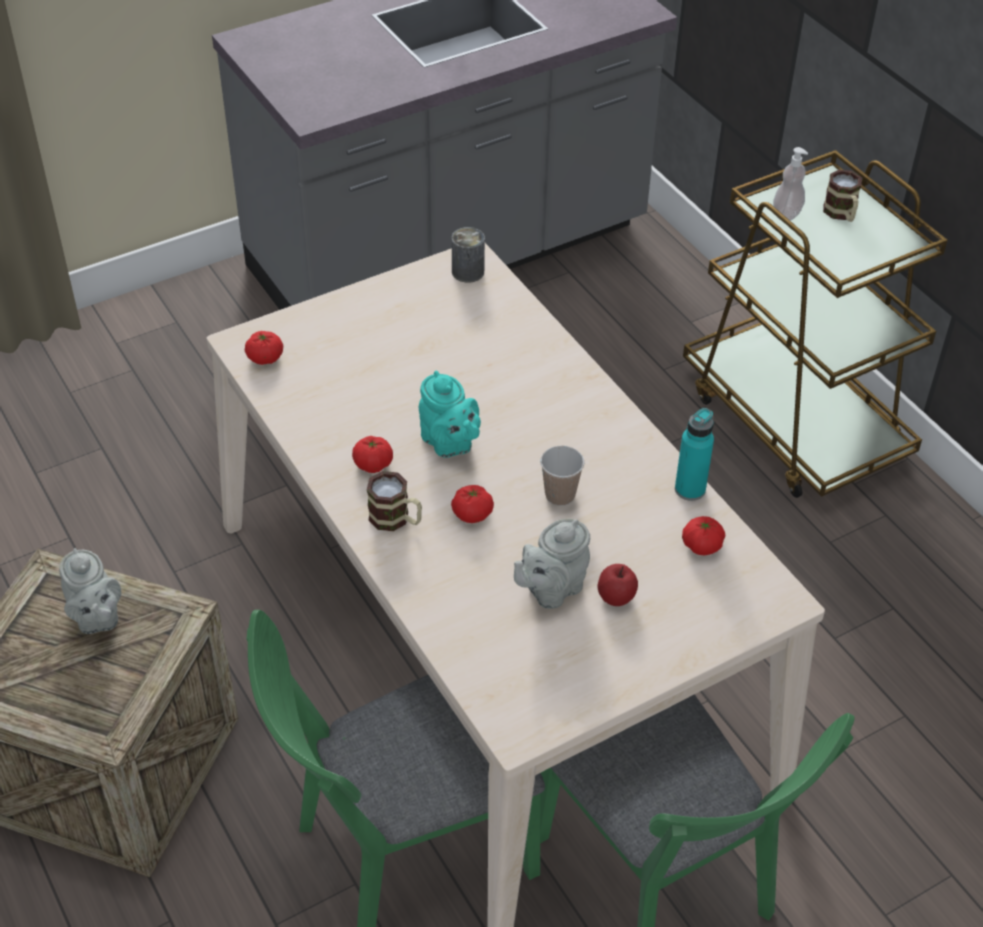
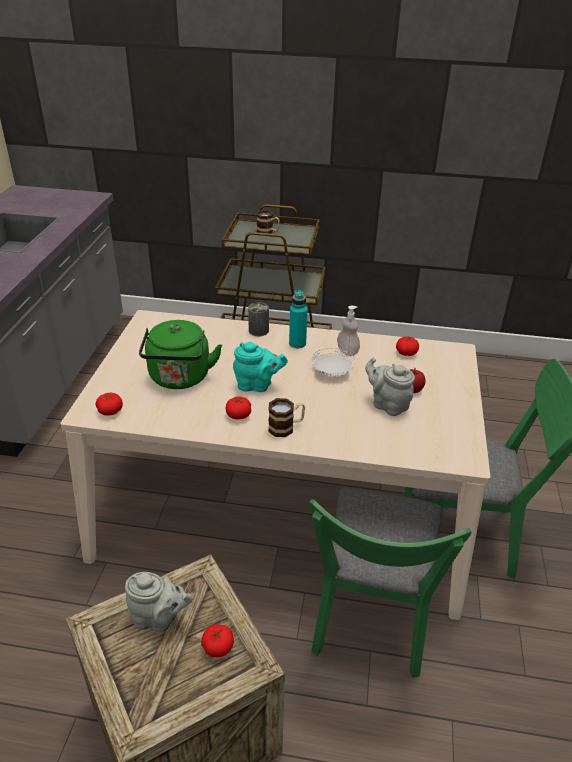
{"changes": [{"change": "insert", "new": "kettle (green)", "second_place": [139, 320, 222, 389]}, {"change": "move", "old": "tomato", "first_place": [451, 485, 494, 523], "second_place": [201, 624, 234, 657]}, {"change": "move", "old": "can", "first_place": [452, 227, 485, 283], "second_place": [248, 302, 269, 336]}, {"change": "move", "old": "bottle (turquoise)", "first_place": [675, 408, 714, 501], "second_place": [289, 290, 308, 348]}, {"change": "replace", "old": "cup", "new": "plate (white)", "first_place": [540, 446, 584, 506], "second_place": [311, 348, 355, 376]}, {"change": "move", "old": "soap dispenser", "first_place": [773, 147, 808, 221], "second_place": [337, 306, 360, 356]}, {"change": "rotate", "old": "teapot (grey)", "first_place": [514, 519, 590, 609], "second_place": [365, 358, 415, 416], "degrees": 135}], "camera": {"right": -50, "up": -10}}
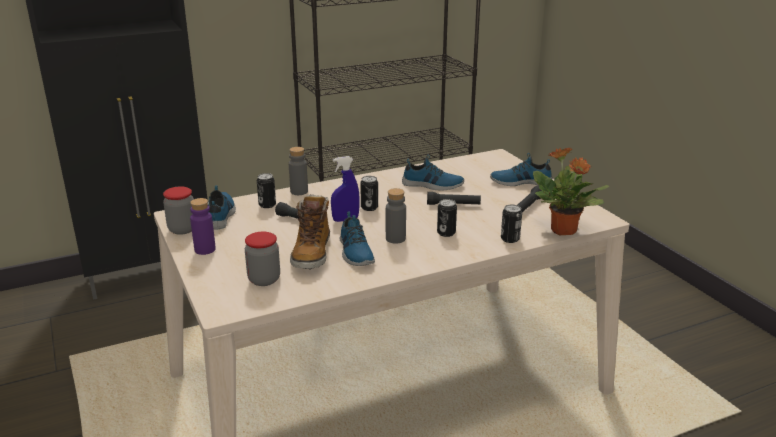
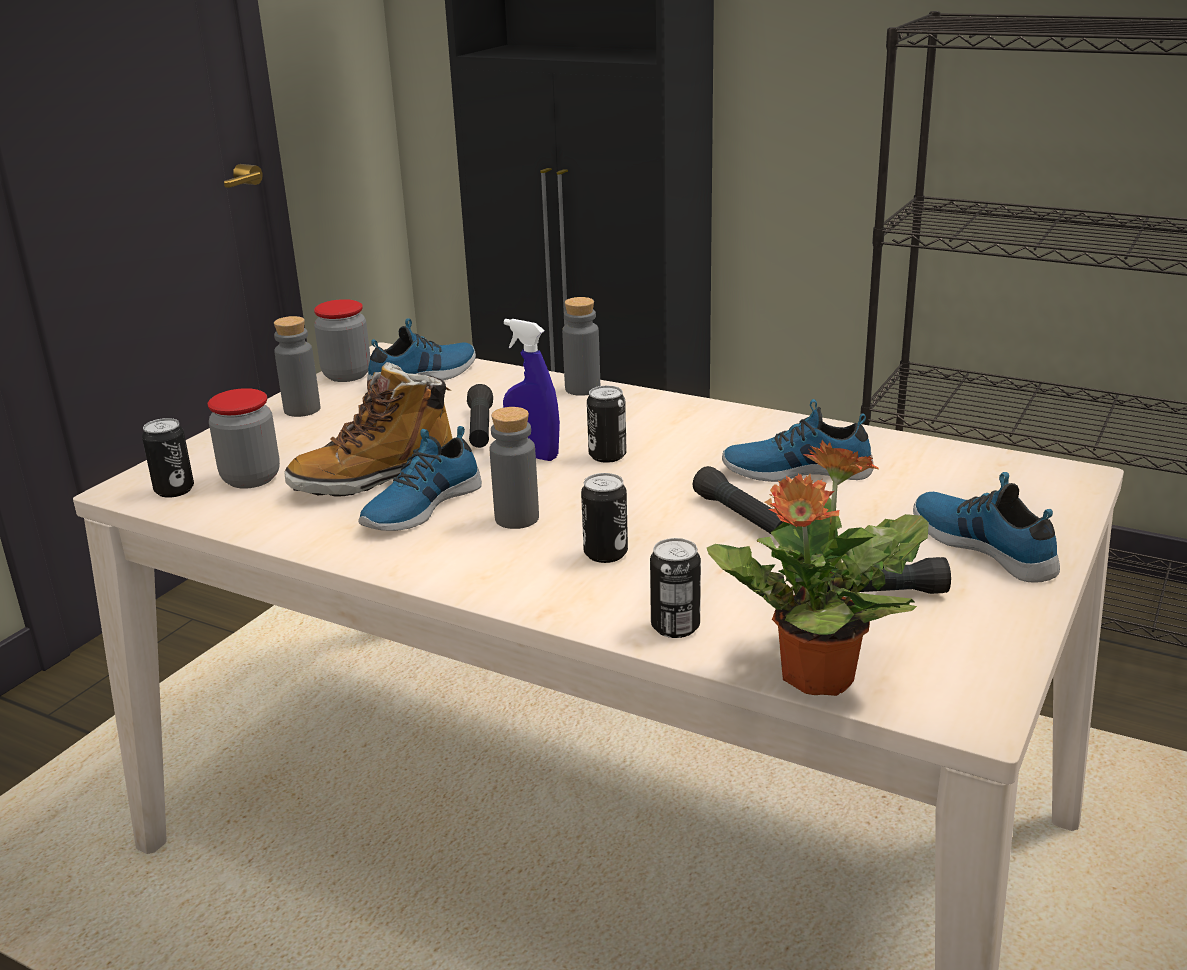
{"changes": [{"change": "move", "old": "can", "first_place": [257, 173, 276, 208], "second_place": [142, 418, 194, 498]}, {"change": "recolor", "old": "bottle (purple)", "new": "bottle (grey)", "first_place": [190, 198, 216, 255], "second_place": [274, 316, 320, 417]}, {"change": "rotate", "old": "shoe", "first_place": [402, 155, 464, 191], "second_place": [722, 399, 874, 482], "degrees": 120}], "camera": {"right": 55, "up": 0}}
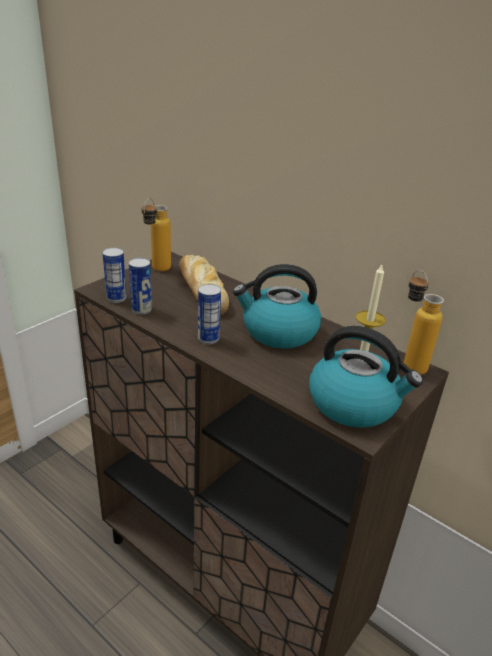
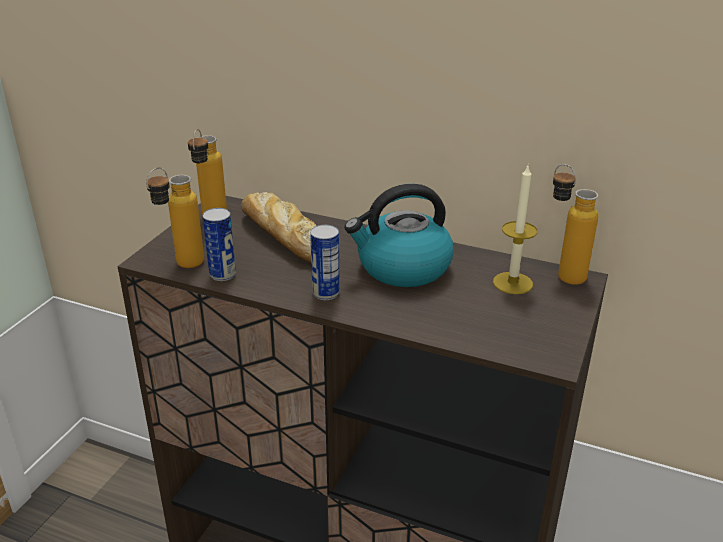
{"changes": [{"change": "replace", "old": "can", "new": "bottle", "first_place": [102, 248, 127, 303], "second_place": [146, 167, 204, 268]}, {"change": "delete", "old": "kettle", "first_place": [309, 326, 423, 428]}], "camera": {"right": -15, "up": 0}}
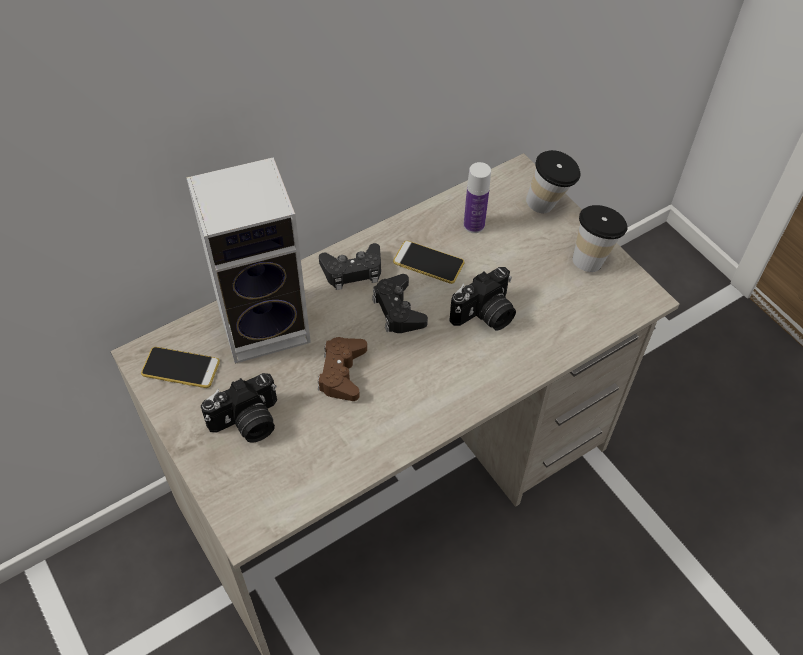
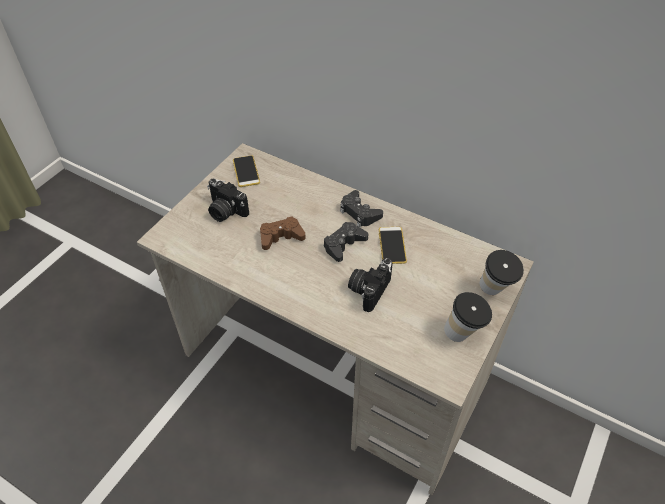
{"changes": [{"change": "rotate", "old": "photo camera", "first_place": [449, 267, 516, 331], "second_place": [348, 258, 393, 312], "degrees": 90}, {"change": "delete", "old": "speaker", "first_place": [186, 157, 311, 364]}, {"change": "delete", "old": "bottle", "first_place": [463, 162, 491, 233]}], "camera": {"right": 65, "up": -5}}
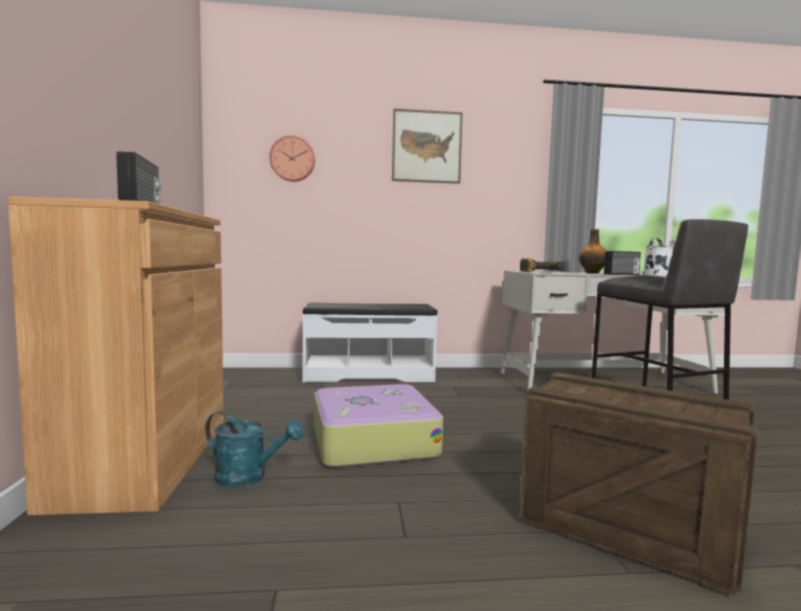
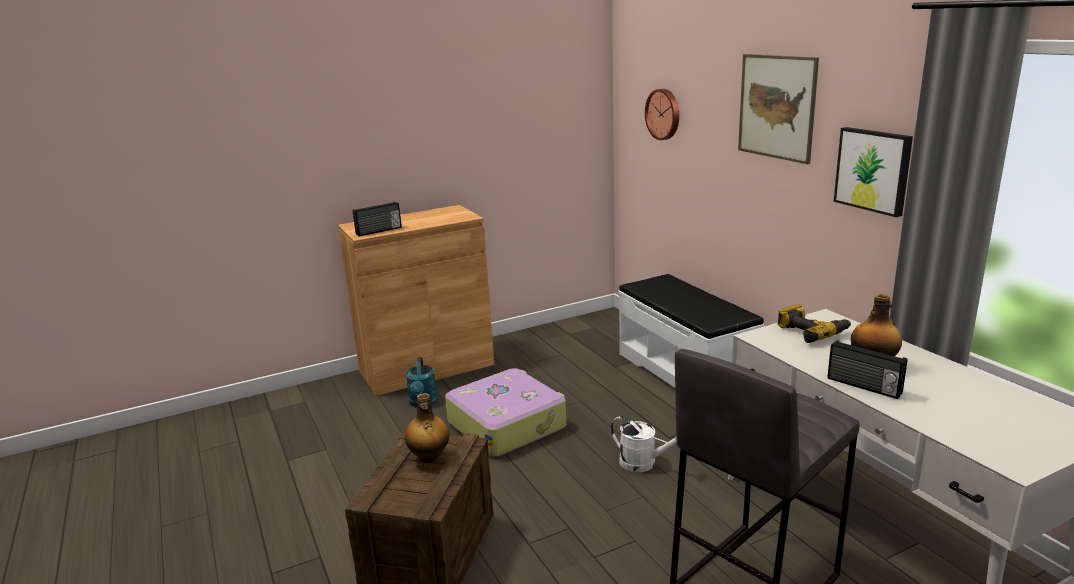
{"changes": [{"change": "insert", "new": "bottle", "second_place": [405, 393, 449, 463]}, {"change": "move", "old": "watering can (white)", "first_place": [642, 238, 676, 276], "second_place": [611, 416, 677, 472]}, {"change": "insert", "new": "picture", "second_place": [834, 127, 913, 217]}], "camera": {"right": 70, "up": 15}}
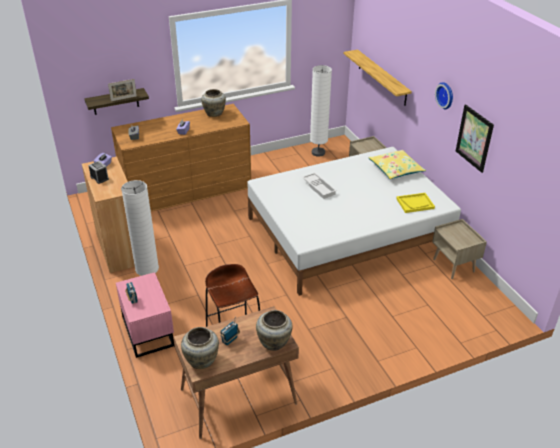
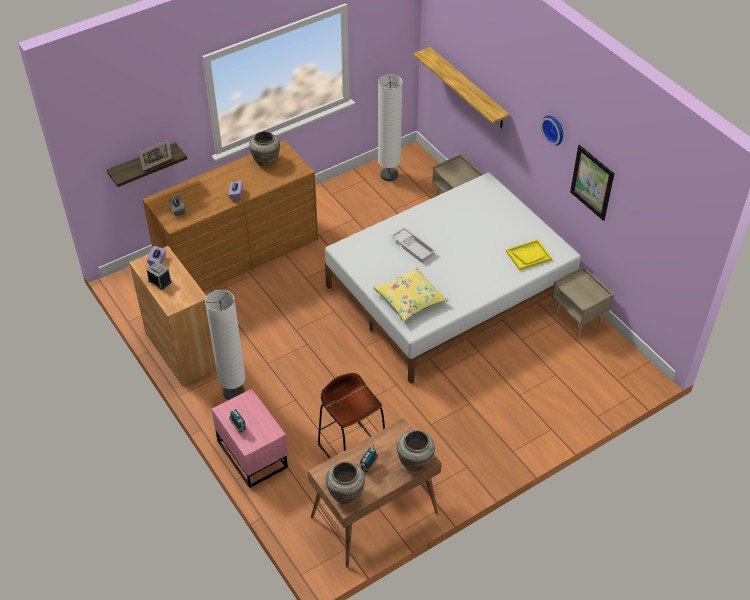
{"changes": [{"change": "move", "old": "pillow (yellow)", "first_place": [368, 150, 426, 179], "second_place": [373, 267, 448, 322]}], "camera": {"right": -10, "up": 10}}
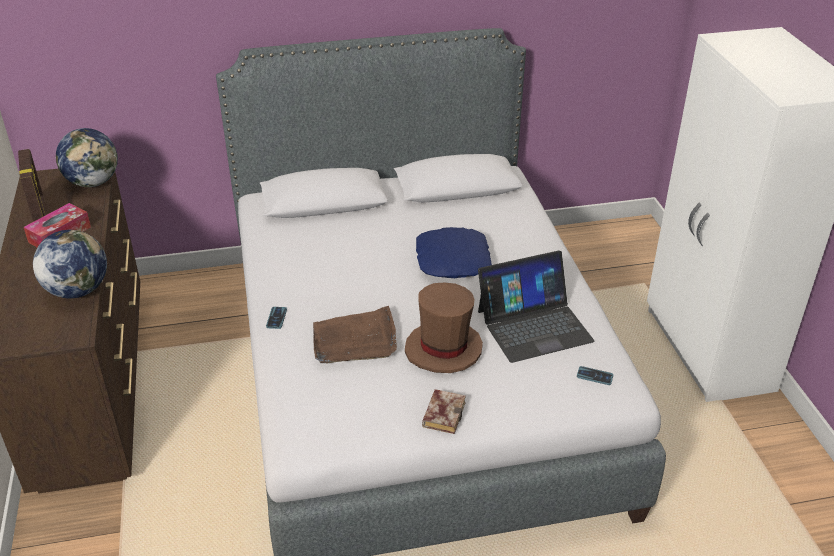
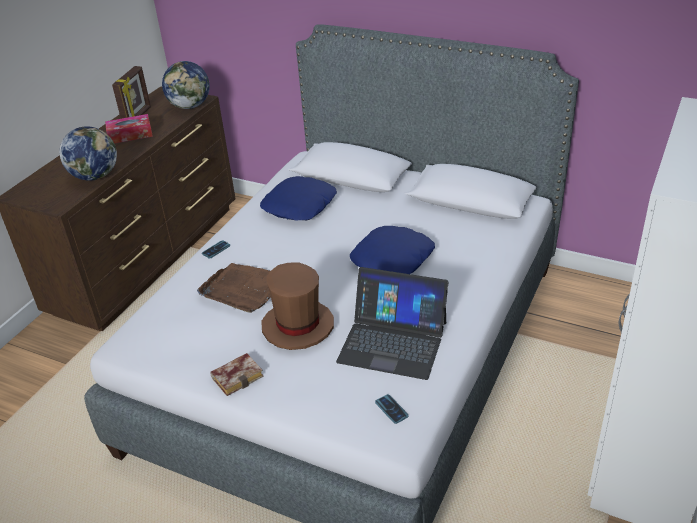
{"changes": [{"change": "insert", "new": "pillow (blue)", "second_place": [260, 176, 337, 221]}], "camera": {"right": 40, "up": 0}}
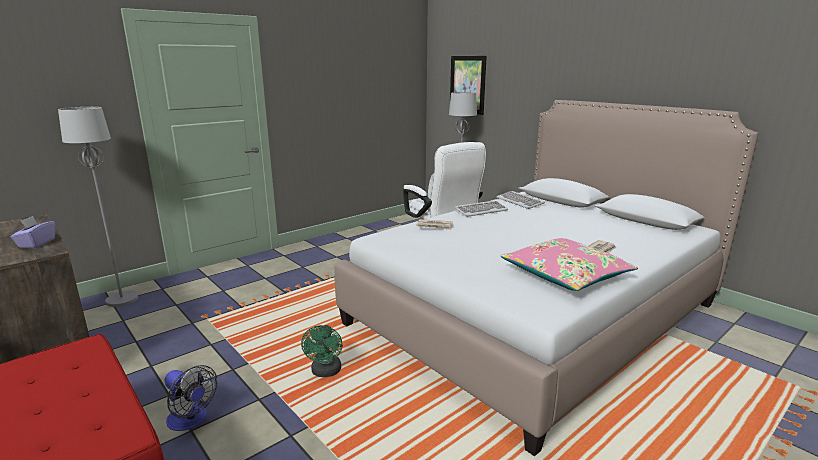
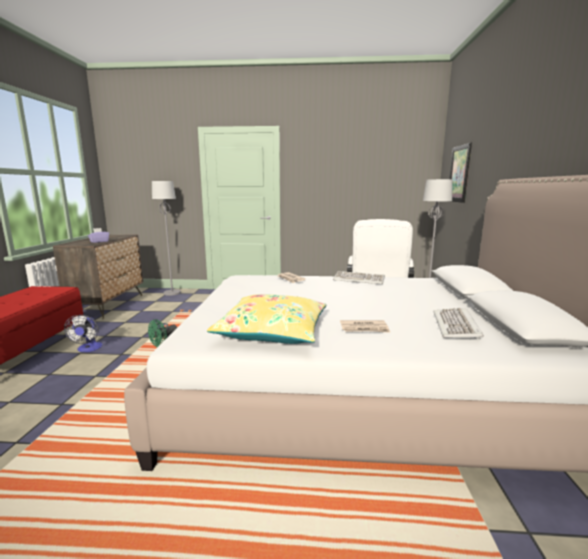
{"changes": [{"change": "recolor", "old": "pillow (pink)", "new": "pillow (yellow)", "first_place": [501, 238, 638, 291], "second_place": [207, 294, 326, 344]}, {"change": "move", "old": "keyboard", "first_place": [496, 191, 545, 209], "second_place": [433, 308, 484, 339]}], "camera": {"right": 45, "up": -5}}
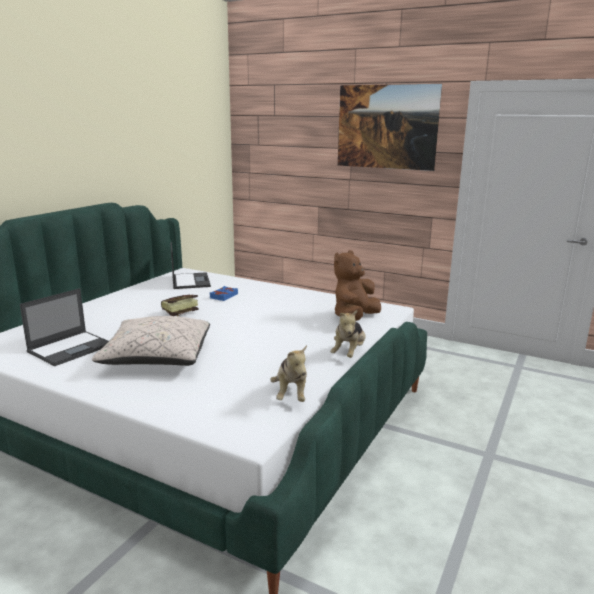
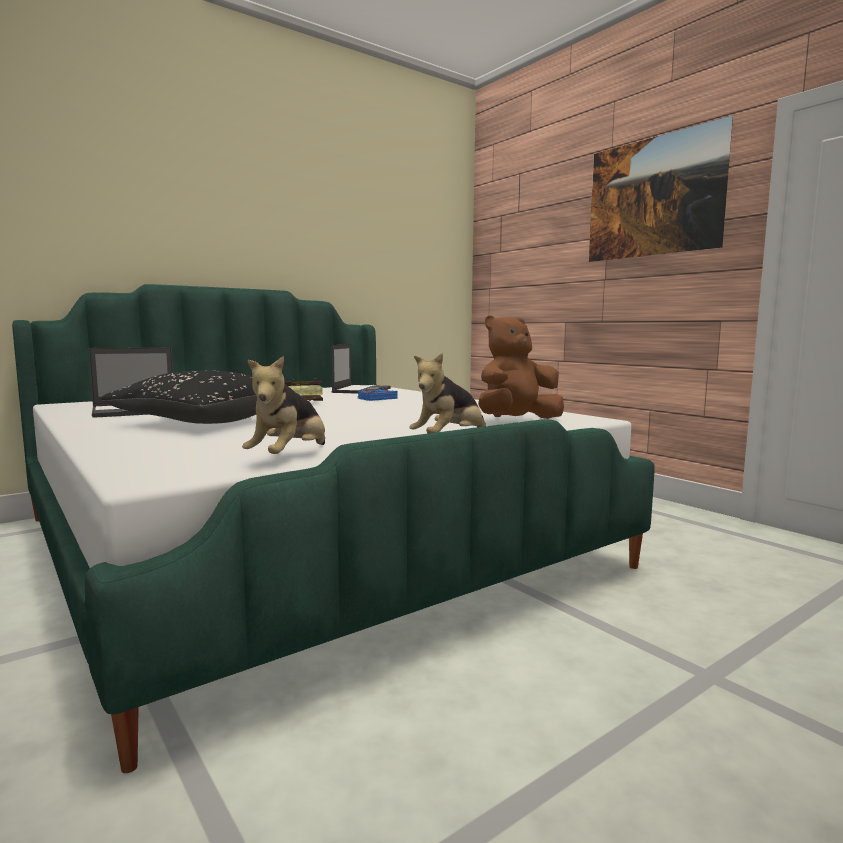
{"changes": [{"change": "recolor", "old": "pillow (beige)", "new": "pillow (black)", "first_place": [92, 316, 210, 366], "second_place": [101, 370, 257, 424]}], "camera": {"right": 25, "up": -10}}
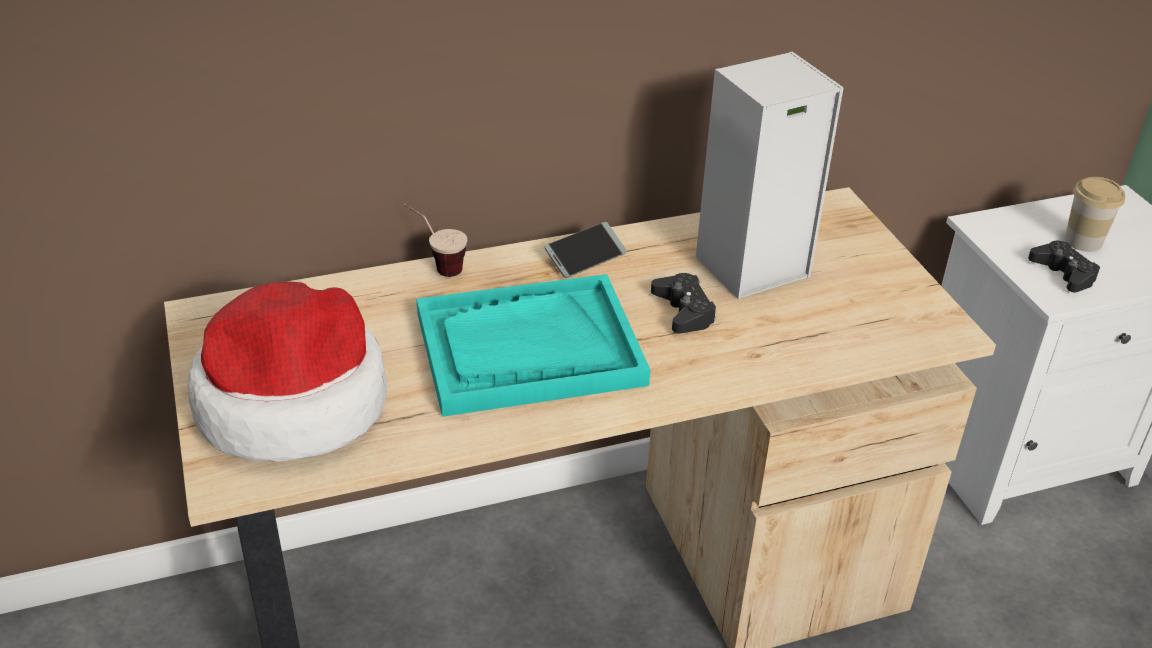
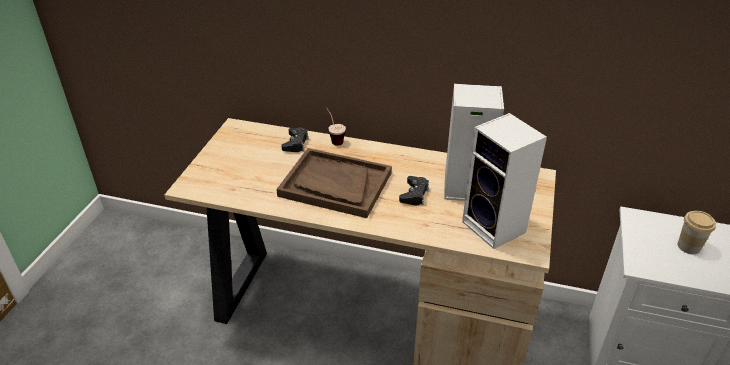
{"changes": [{"change": "recolor", "old": "tray (turquoise)", "new": "tray (brown)", "first_place": [416, 274, 650, 417], "second_place": [276, 148, 392, 218]}, {"change": "move", "old": "game controller (black)", "first_place": [1028, 241, 1100, 292], "second_place": [281, 128, 309, 152]}, {"change": "insert", "new": "speaker", "second_place": [462, 113, 547, 249]}, {"change": "delete", "old": "hat", "first_place": [188, 282, 387, 462]}, {"change": "delete", "old": "phone", "first_place": [544, 222, 627, 278]}], "camera": {"right": 35, "up": 0}}
